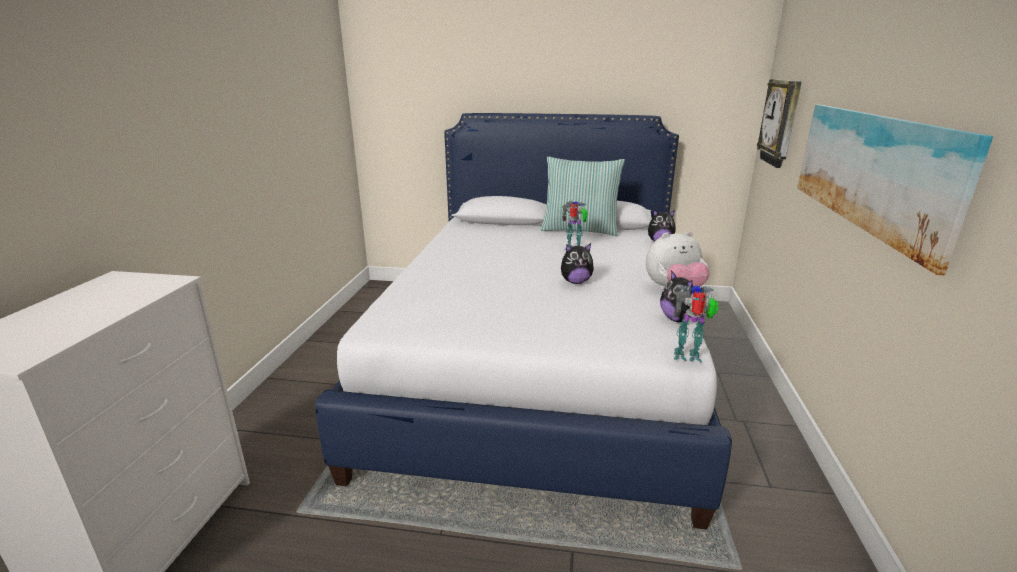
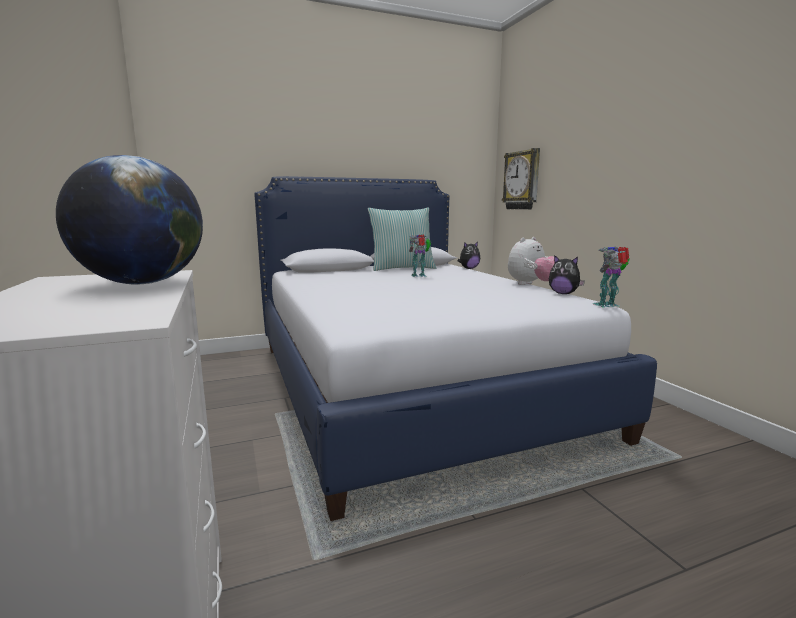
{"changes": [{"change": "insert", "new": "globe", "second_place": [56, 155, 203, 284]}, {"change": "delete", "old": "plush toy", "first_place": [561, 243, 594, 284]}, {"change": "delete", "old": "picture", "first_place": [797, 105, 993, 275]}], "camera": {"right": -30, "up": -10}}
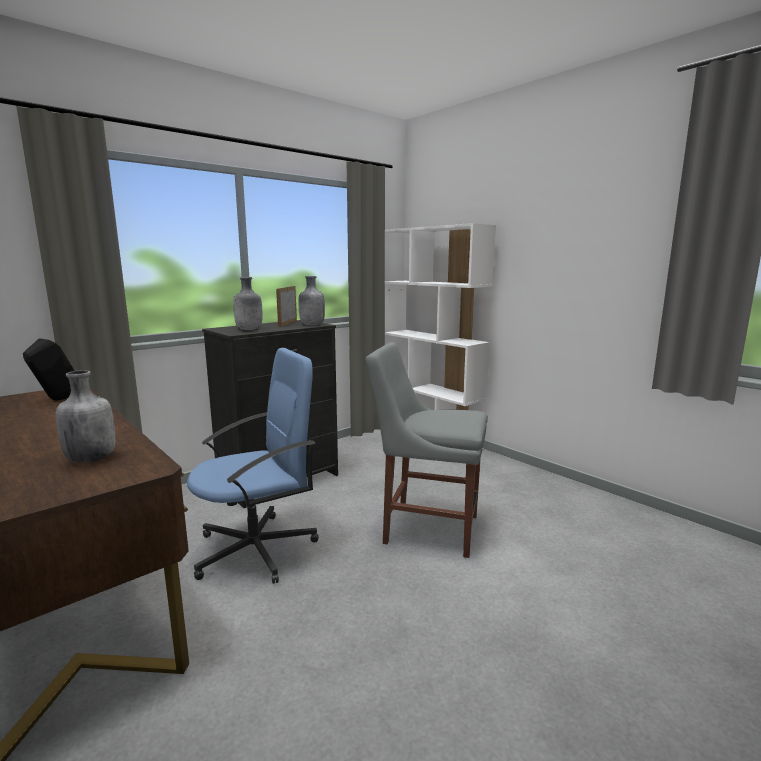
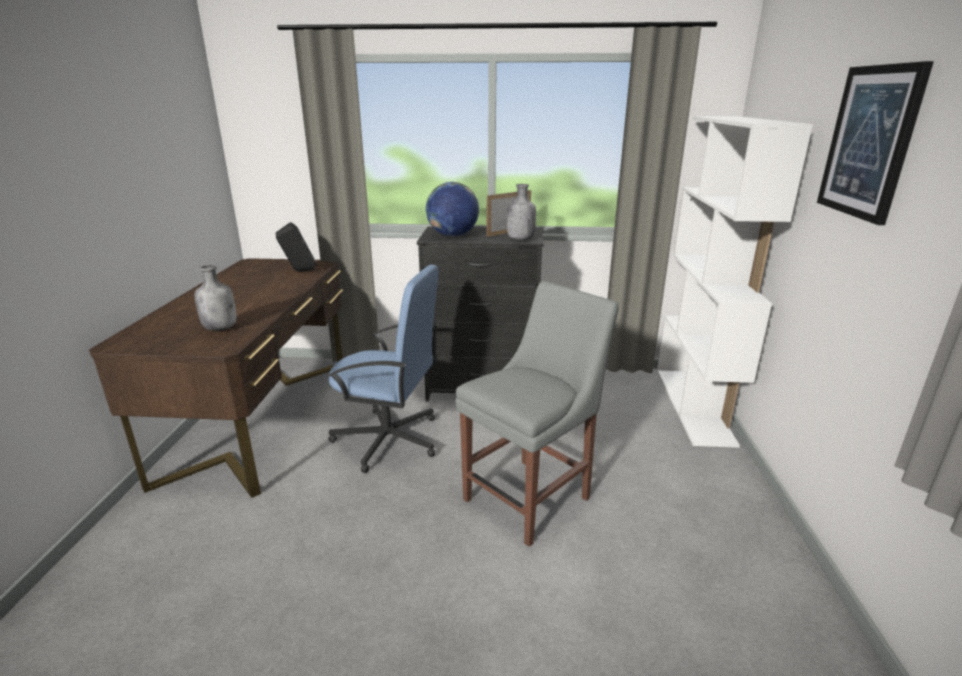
{"changes": [{"change": "replace", "old": "bottle (grey)", "new": "globe", "first_place": [233, 277, 262, 330], "second_place": [426, 182, 479, 237]}, {"change": "rotate", "old": "chair (grey)", "first_place": [365, 342, 488, 558], "second_place": [455, 281, 619, 547], "degrees": 75}, {"change": "insert", "new": "picture", "second_place": [817, 61, 934, 225]}], "camera": {"right": 45, "up": 10}}
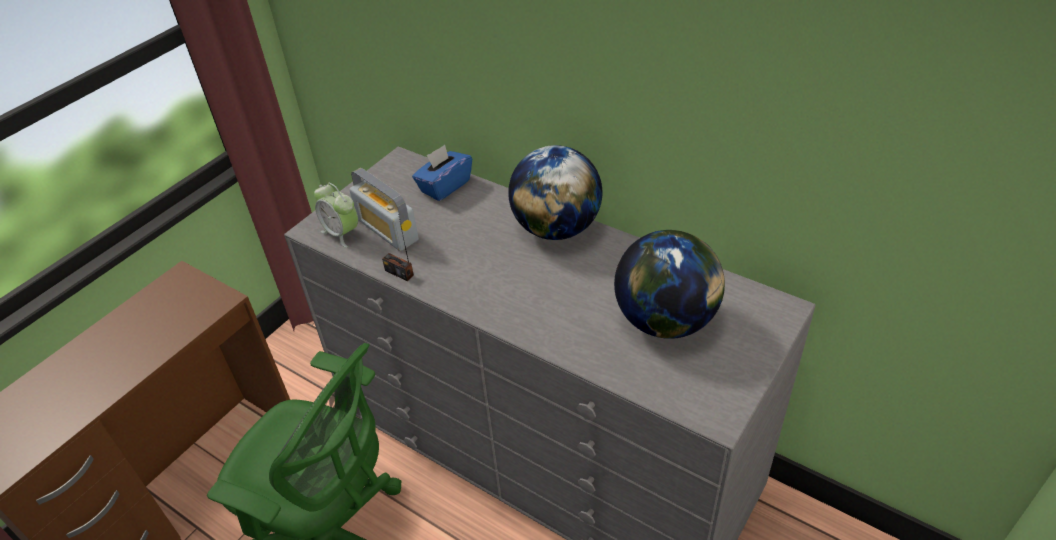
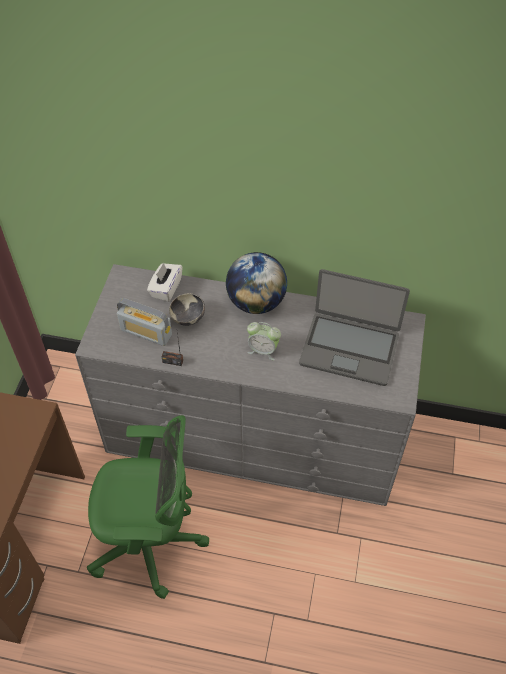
{"changes": [{"change": "recolor", "old": "tissue box (blue)", "new": "tissue box (white)", "first_place": [412, 145, 472, 201], "second_place": [147, 263, 183, 302]}, {"change": "insert", "new": "bowl", "second_place": [169, 293, 205, 326]}, {"change": "move", "old": "alarm clock", "first_place": [314, 183, 358, 248], "second_place": [247, 322, 281, 360]}, {"change": "replace", "old": "globe", "new": "laptop", "first_place": [614, 230, 725, 339], "second_place": [299, 269, 410, 386]}], "camera": {"right": -25, "up": 10}}
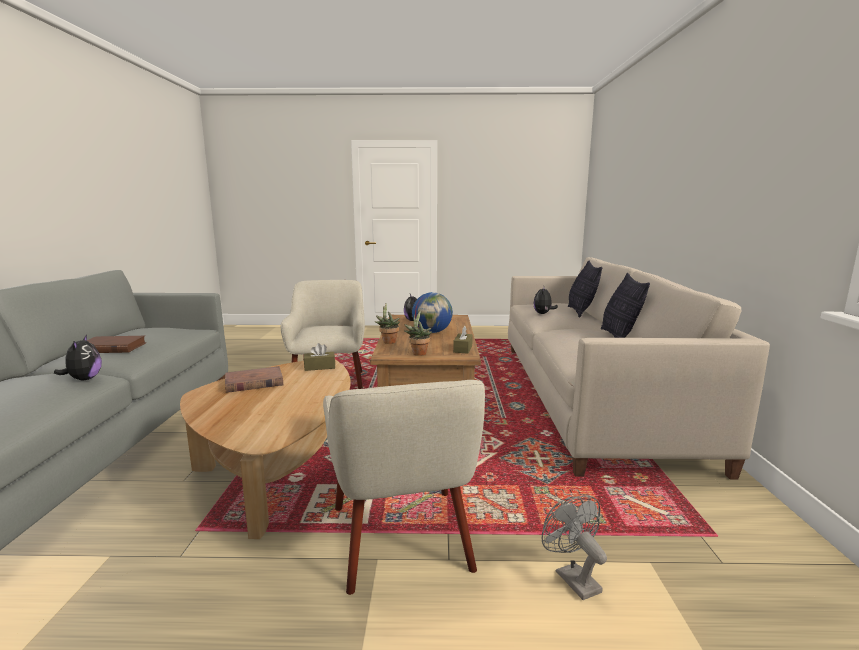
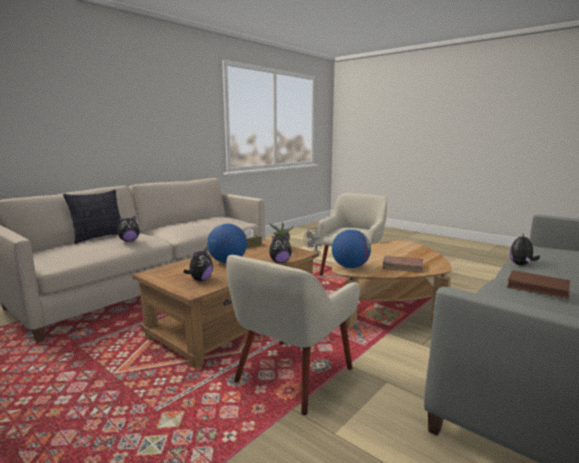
{"changes": [{"change": "replace", "old": "potted plant", "new": "plush toy", "first_place": [375, 303, 400, 344], "second_place": [269, 234, 292, 263]}, {"change": "replace", "old": "tissue box (brown)", "new": "globe", "first_place": [304, 343, 335, 371], "second_place": [332, 229, 371, 268]}, {"change": "delete", "old": "pillow", "first_place": [601, 273, 650, 338]}], "camera": {"right": -140, "up": 0}}
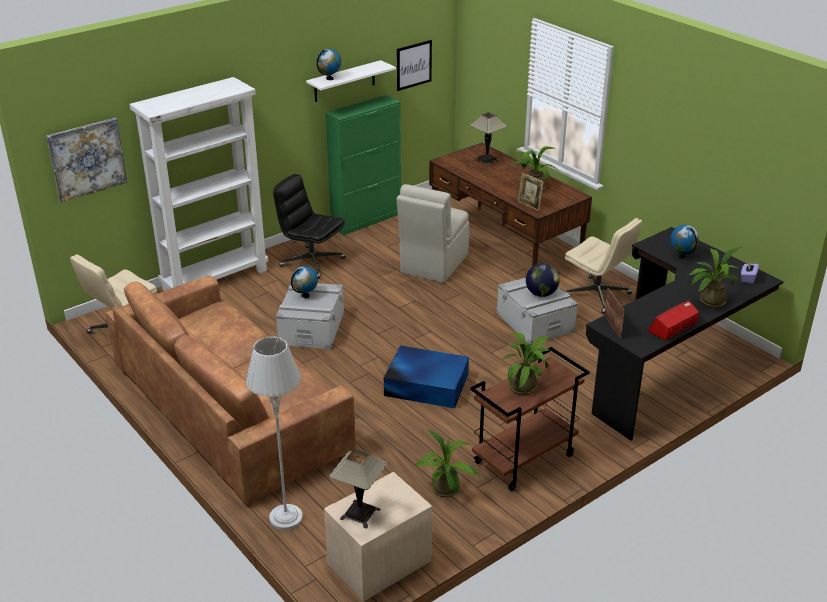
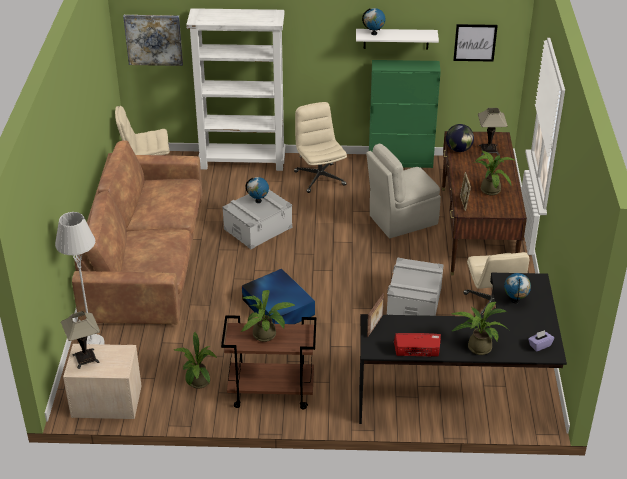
{"changes": [{"change": "recolor", "old": "office chair (black)", "new": "office chair (beige)", "first_place": [273, 174, 345, 279], "second_place": [294, 102, 347, 193]}, {"change": "move", "old": "globe", "first_place": [526, 263, 560, 297], "second_place": [446, 124, 474, 152]}], "camera": {"right": 40, "up": 5}}
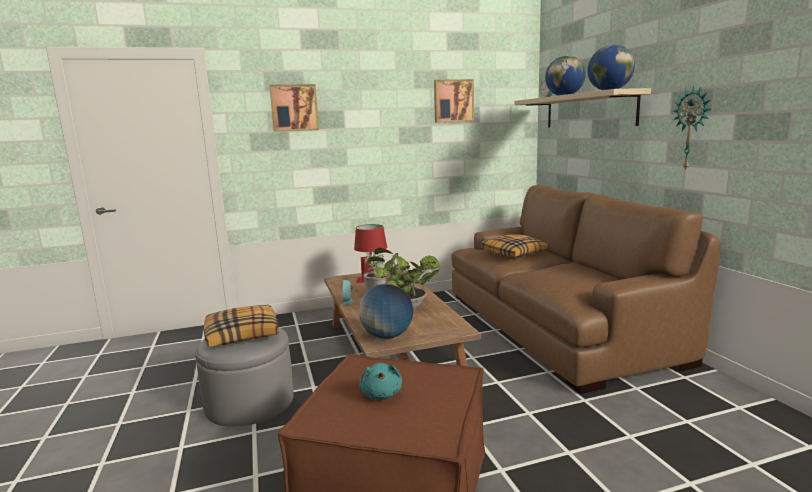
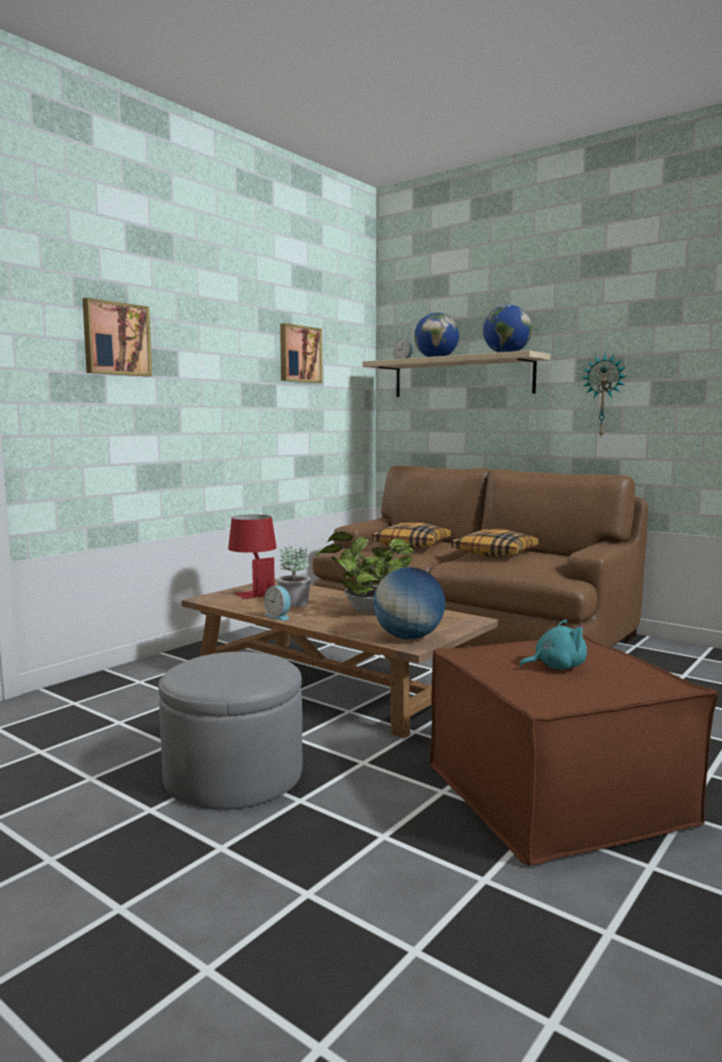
{"changes": [{"change": "move", "old": "pillow", "first_place": [204, 305, 279, 347], "second_place": [451, 529, 539, 557]}, {"change": "rotate", "old": "plush toy (turquoise)", "first_place": [359, 363, 402, 400], "second_place": [519, 619, 587, 670], "degrees": -60}], "camera": {"right": -35, "up": -5}}
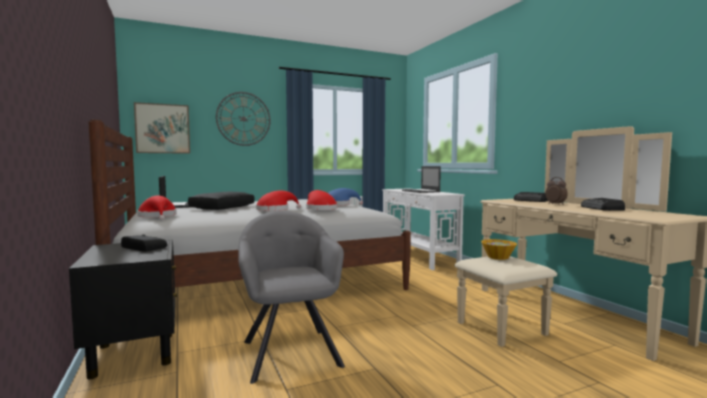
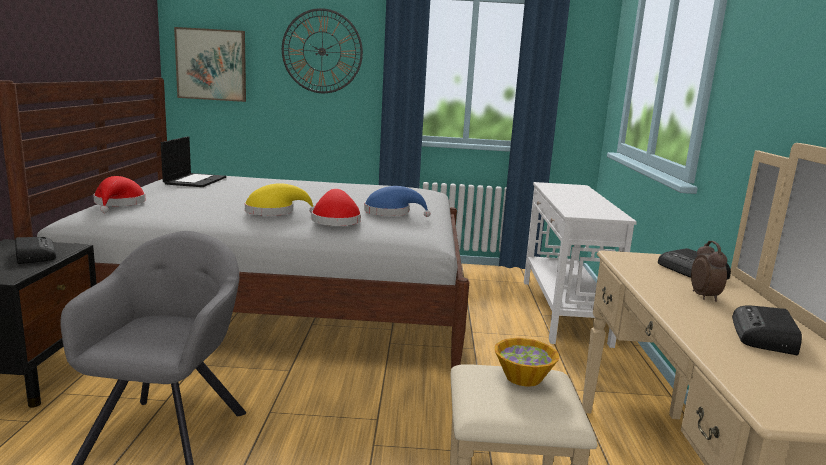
{"changes": [{"change": "recolor", "old": "hat (red)", "new": "hat (yellow)", "first_place": [256, 191, 301, 211], "second_place": [245, 183, 314, 216]}, {"change": "delete", "old": "pillow (black)", "first_place": [188, 192, 255, 210]}, {"change": "delete", "old": "laptop", "first_place": [402, 166, 441, 193]}], "camera": {"right": 25, "up": 10}}
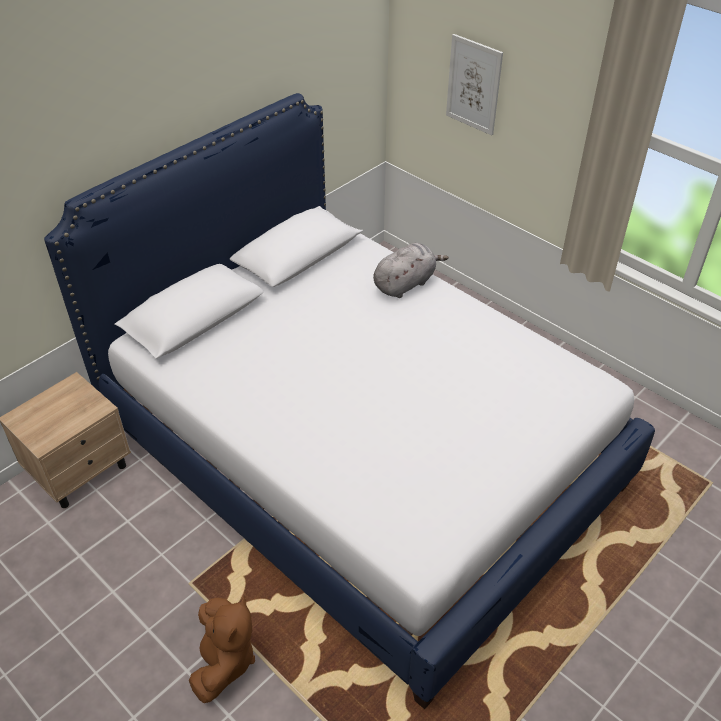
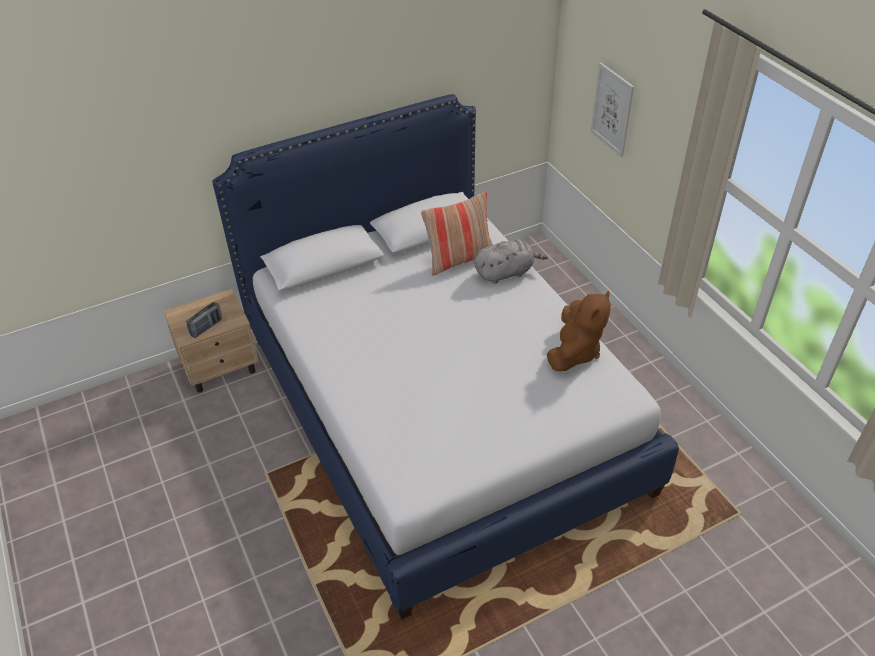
{"changes": [{"change": "insert", "new": "radio", "second_place": [186, 302, 222, 338]}, {"change": "insert", "new": "pillow", "second_place": [421, 192, 493, 276]}, {"change": "move", "old": "plush toy (brown)", "first_place": [189, 596, 255, 703], "second_place": [547, 291, 611, 371]}], "camera": {"right": 20, "up": 0}}
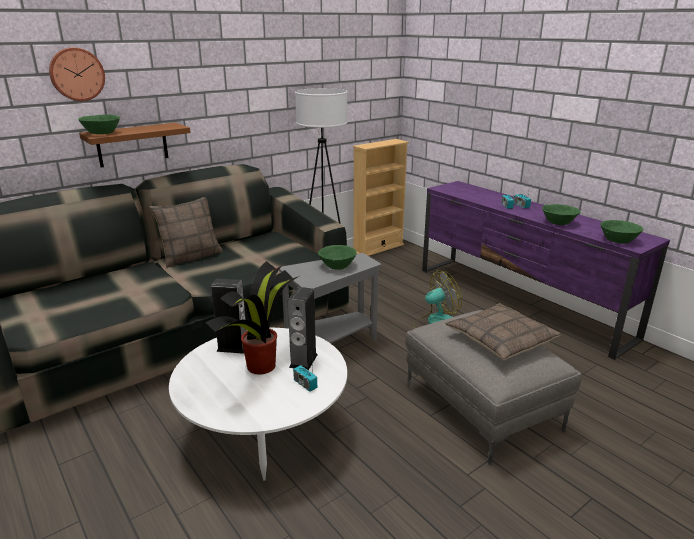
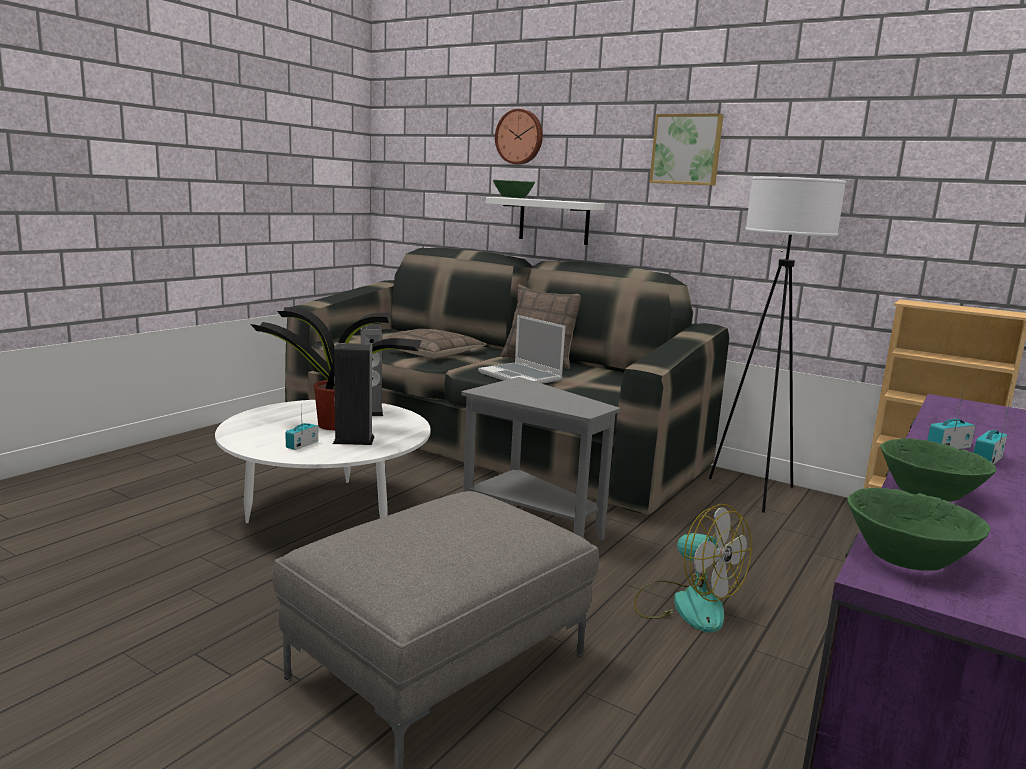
{"changes": [{"change": "move", "old": "pillow", "first_place": [445, 303, 561, 360], "second_place": [382, 329, 487, 358]}, {"change": "insert", "new": "laptop", "second_place": [478, 315, 565, 384]}, {"change": "recolor", "old": "shelf (brown)", "new": "shelf (white)", "first_place": [79, 123, 191, 167], "second_place": [486, 197, 605, 245]}, {"change": "insert", "new": "picture", "second_place": [650, 113, 724, 186]}, {"change": "delete", "old": "bowl (green)", "first_place": [318, 245, 357, 270]}], "camera": {"right": 70, "up": -10}}
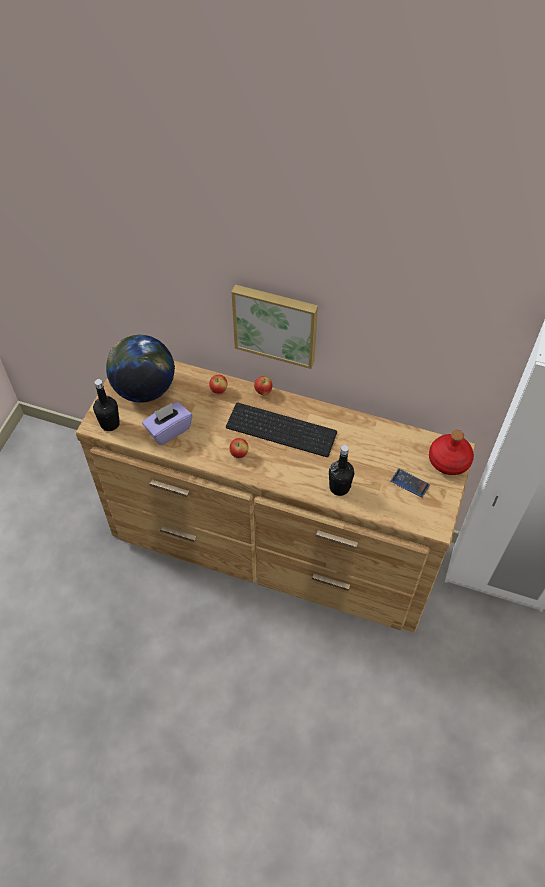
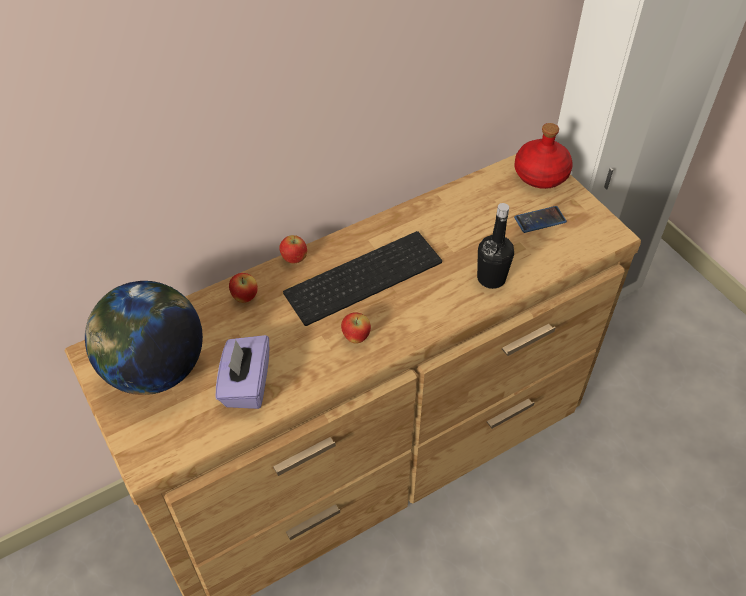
{"changes": [{"change": "delete", "old": "bottle (black)", "first_place": [93, 379, 120, 431]}, {"change": "delete", "old": "picture", "first_place": [232, 285, 318, 369]}], "camera": {"right": -50, "up": -5}}
